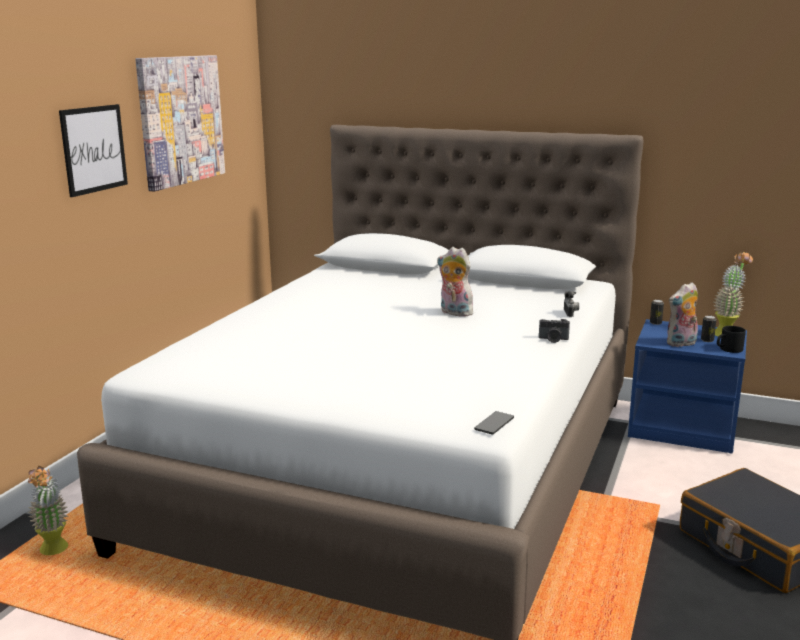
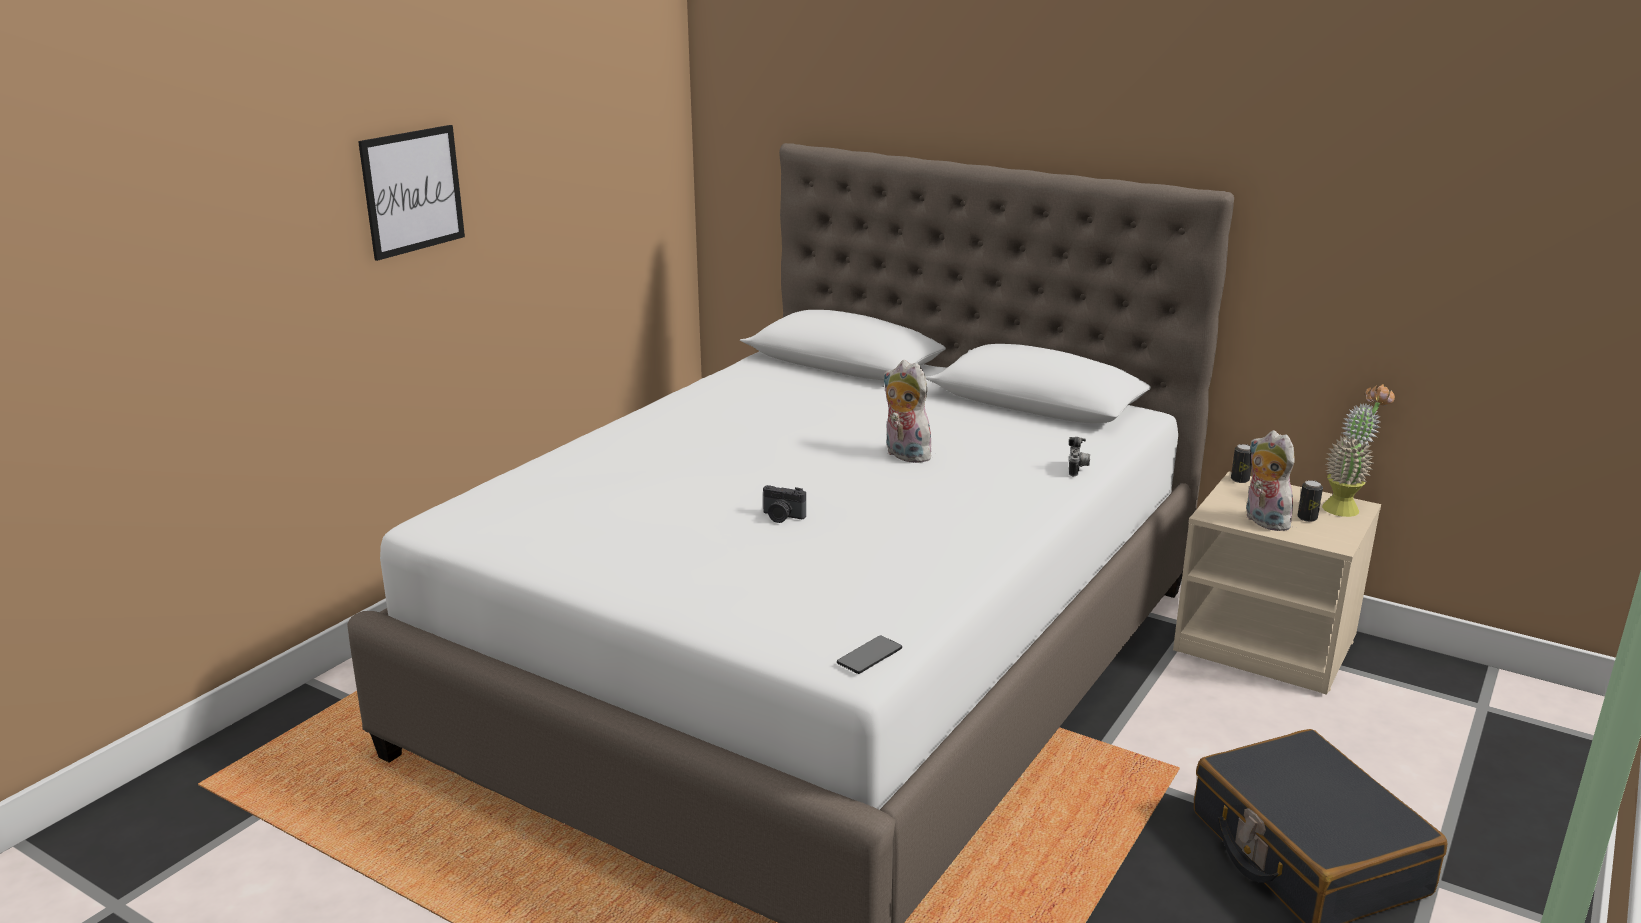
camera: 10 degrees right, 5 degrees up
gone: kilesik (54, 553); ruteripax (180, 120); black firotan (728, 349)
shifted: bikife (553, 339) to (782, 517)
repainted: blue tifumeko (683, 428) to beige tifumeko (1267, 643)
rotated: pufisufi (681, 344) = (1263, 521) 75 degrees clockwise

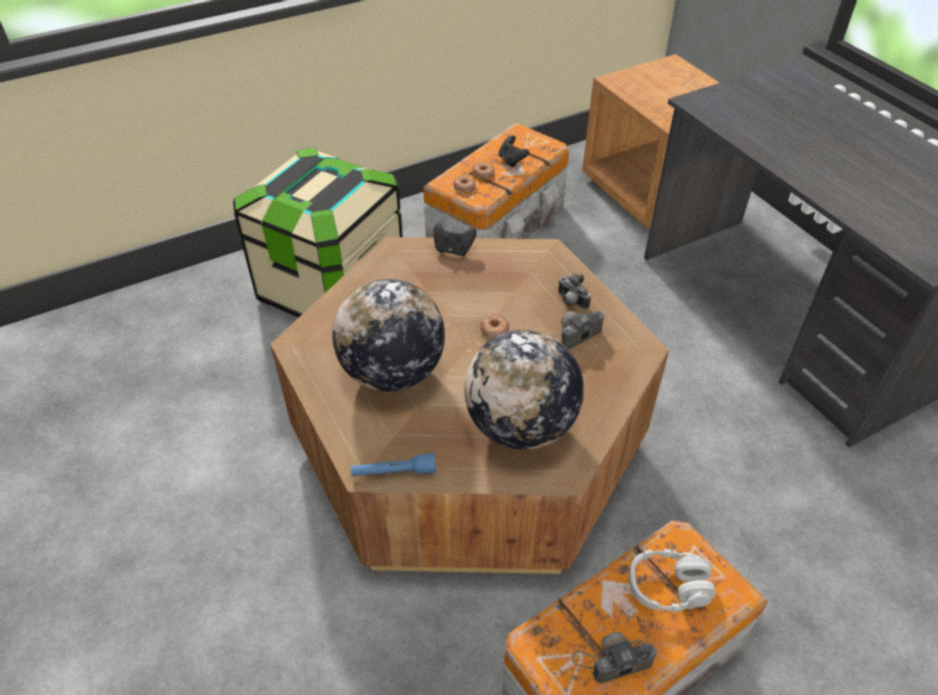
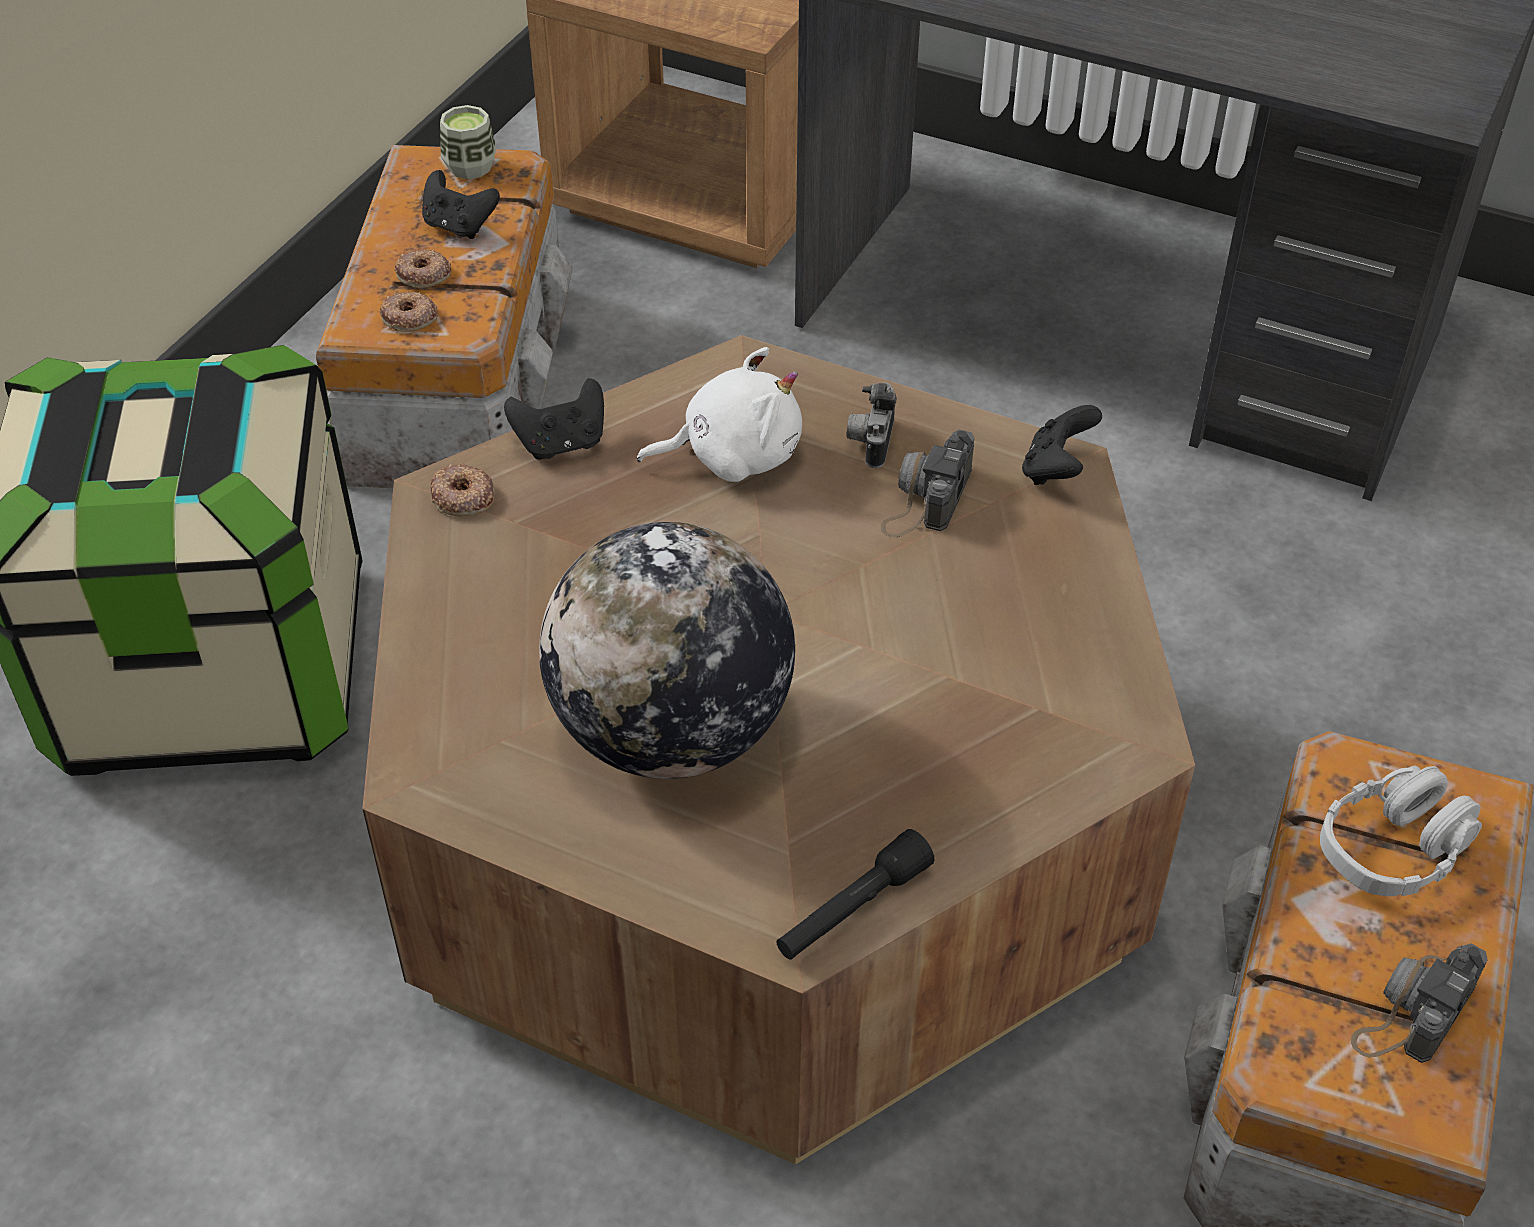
camera: 35 degrees left, 0 degrees up
gone: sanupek (521, 426)
new: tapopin (470, 167); white pufisufi (733, 455); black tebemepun (1056, 470)
shifted: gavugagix (494, 329) to (462, 497)
repainted: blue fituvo (394, 472) to black fituvo (852, 910)
rotated: bikife (570, 302) = (870, 441) 90 degrees clockwise

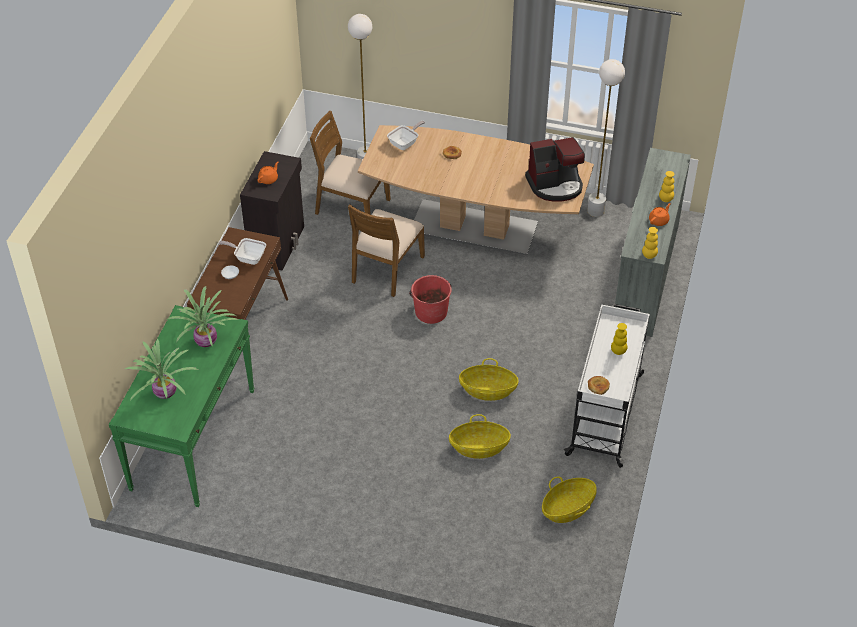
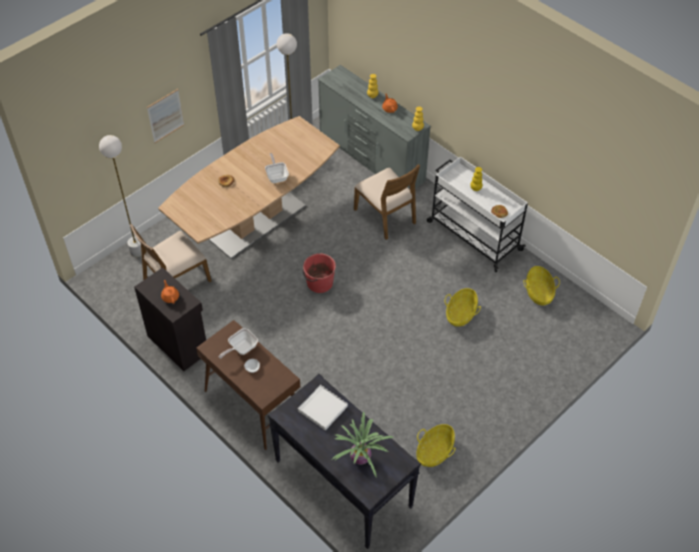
camera: 60 degrees left, 5 degrees up
gone: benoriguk (555, 185)
new: ruteripax (165, 116)
shifted: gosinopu (405, 143) to (277, 176); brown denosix (386, 269) to (386, 216); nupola (488, 390) to (434, 452)
swapped: kilesik (207, 341) to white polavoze (322, 408)
repainted: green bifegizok (193, 438) to black bifegizok (342, 483)

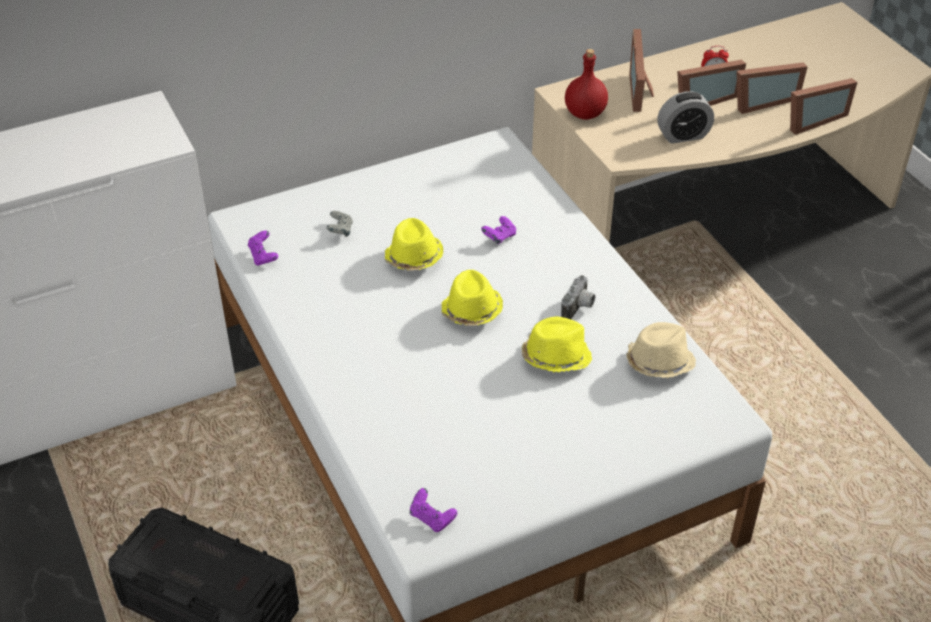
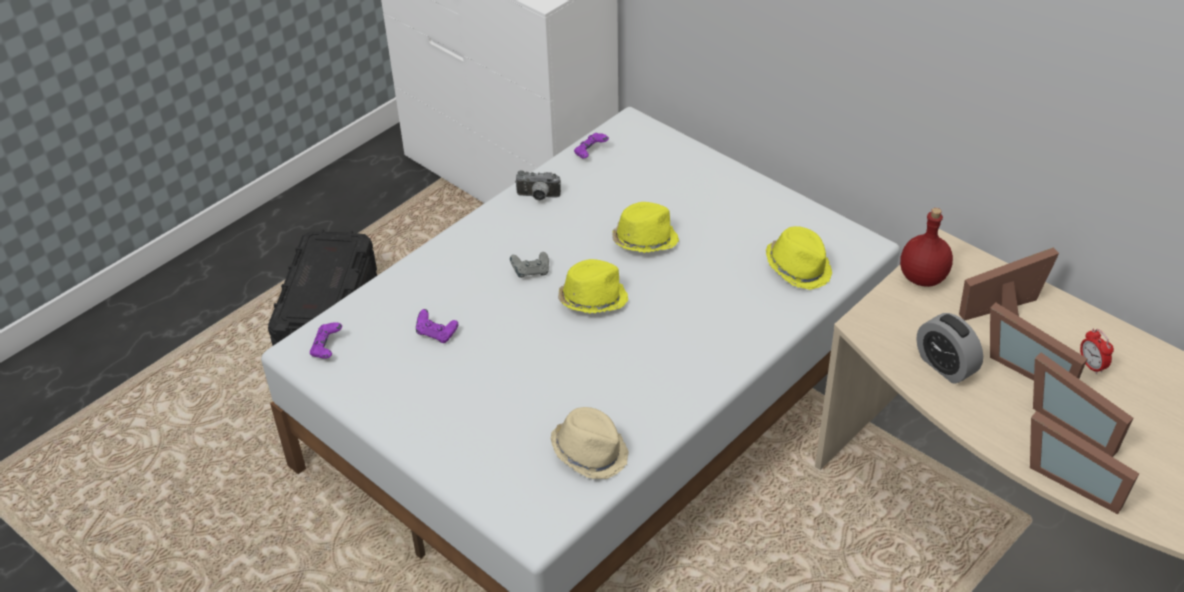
camera: 70 degrees right, 0 degrees up
shifted: purple tebemepun (499, 237) to (436, 334); grey tebemepun (340, 231) to (531, 272); bikife (579, 308) to (538, 197); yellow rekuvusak (555, 357) to (798, 268)

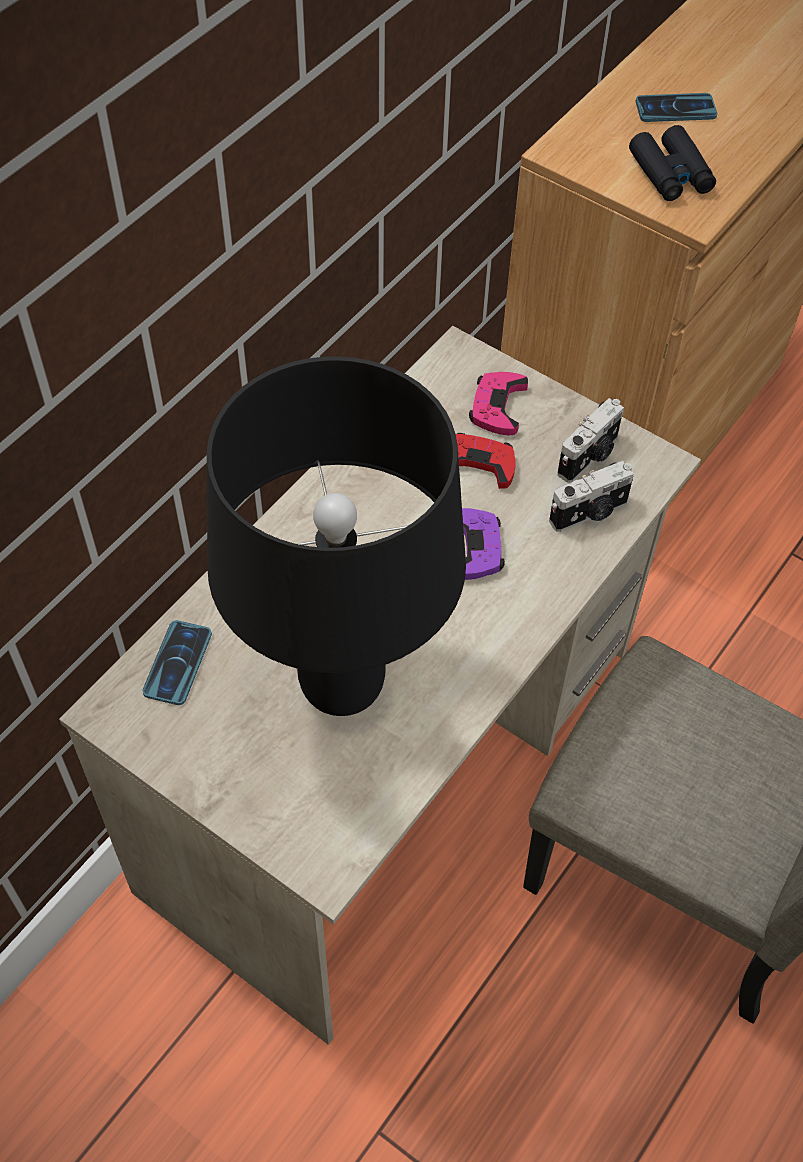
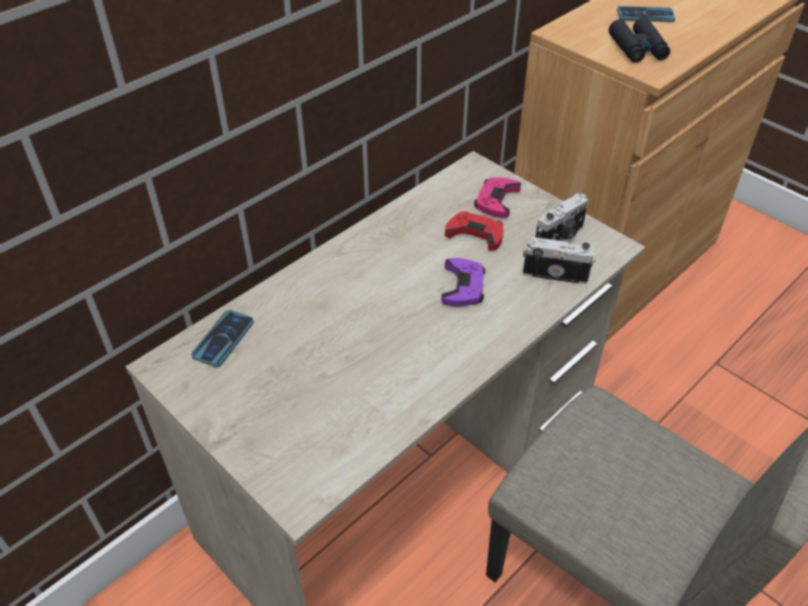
camera: 10 degrees right, 10 degrees down
gone: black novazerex (340, 687)
rotated: bikife (590, 513) = (555, 273) 150 degrees counterclockwise

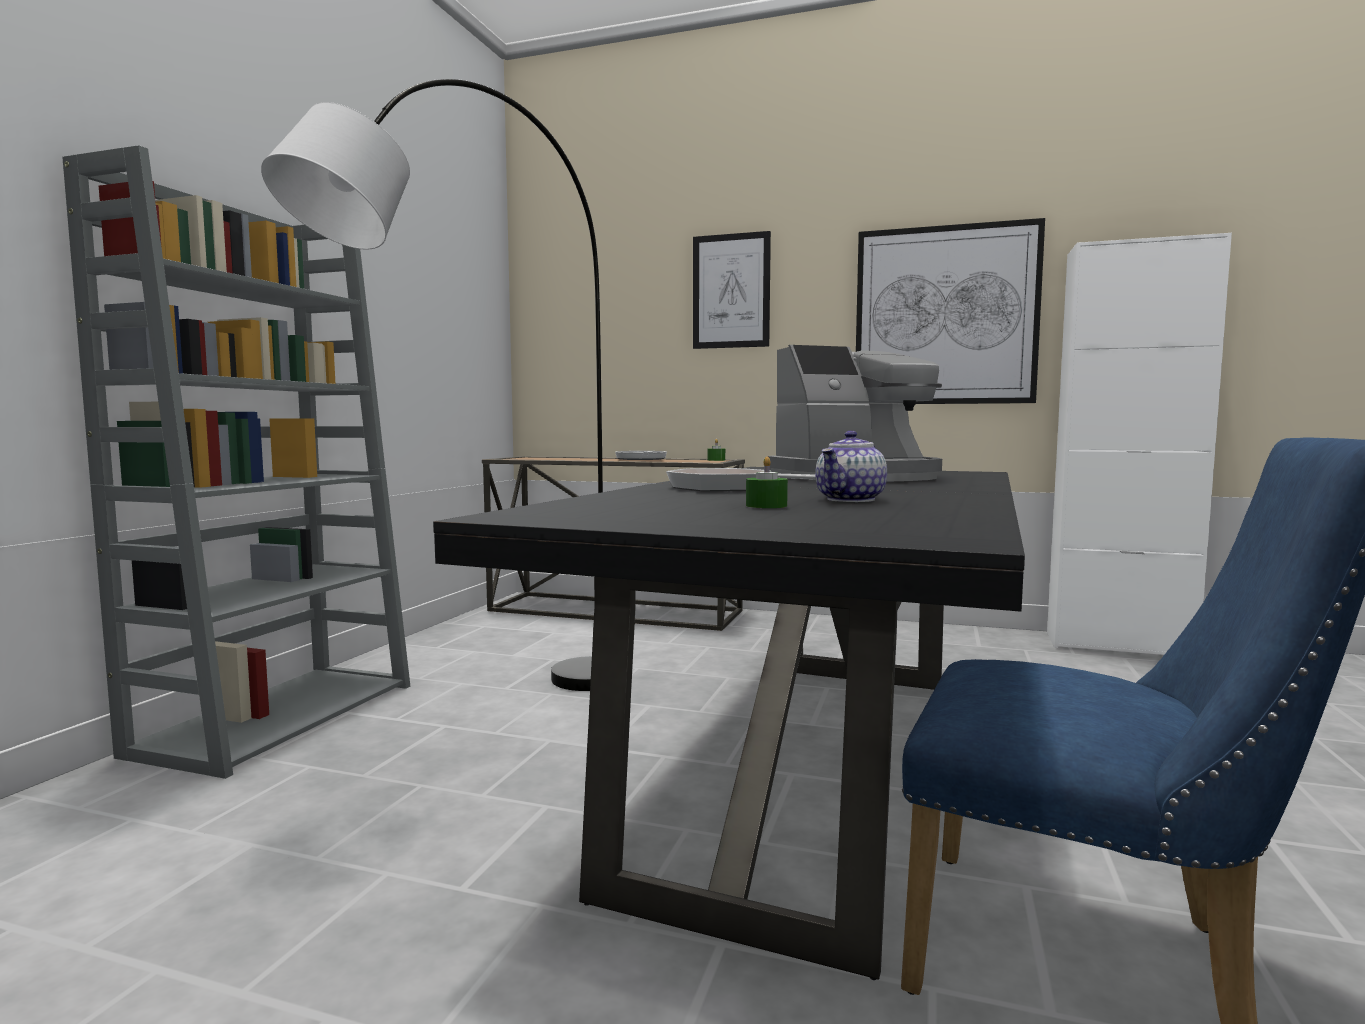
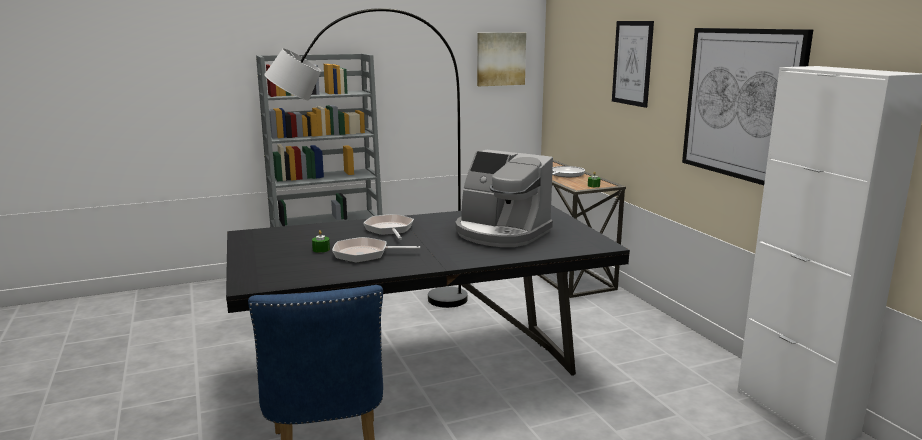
camera: 50 degrees right, 10 degrees up
new: ruteripax (500, 59)
swapped: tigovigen (851, 500) to gosinopu (365, 254)

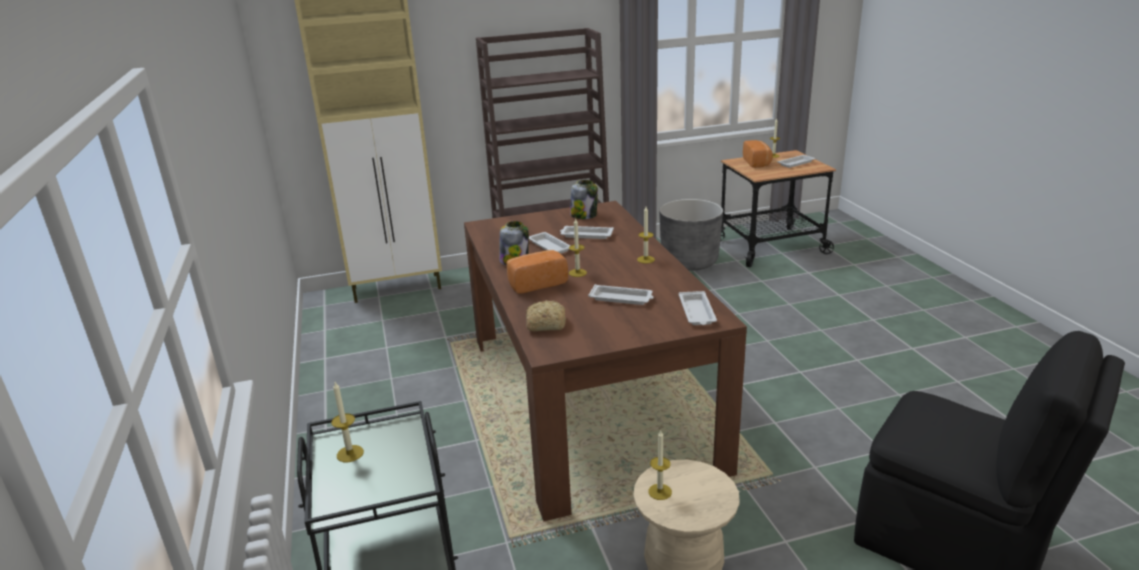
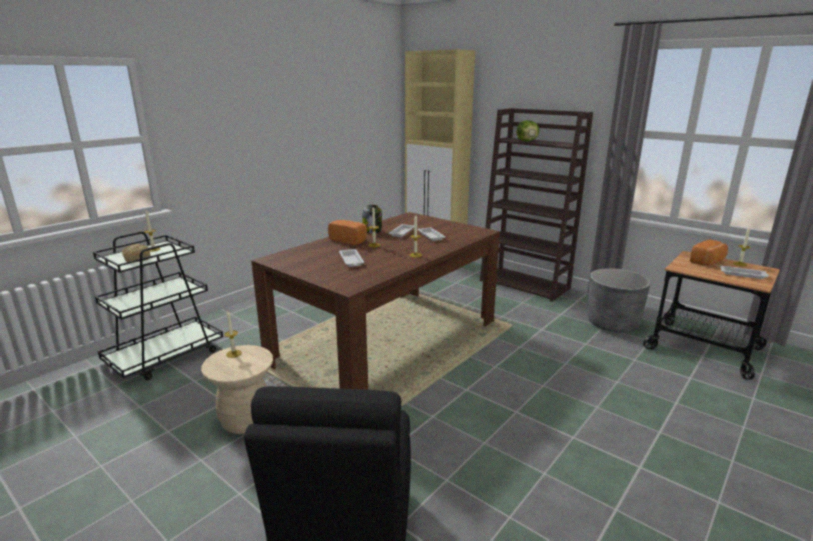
camera: 55 degrees right, 5 degrees down
gone: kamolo (584, 215); white polavoze (697, 312)
new: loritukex (527, 141)
shifted: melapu (544, 324) to (137, 258)

